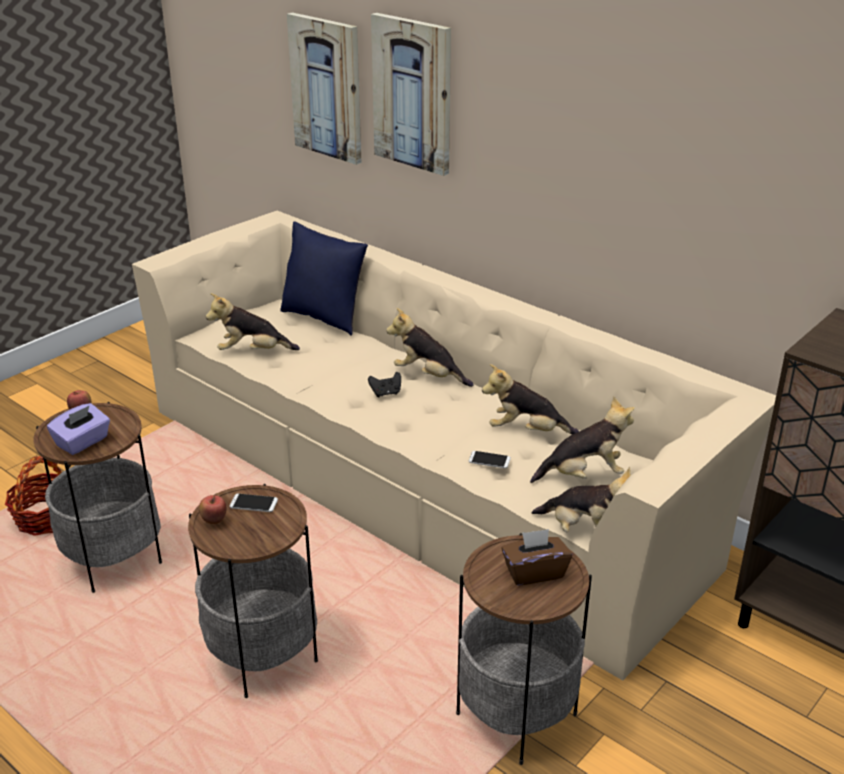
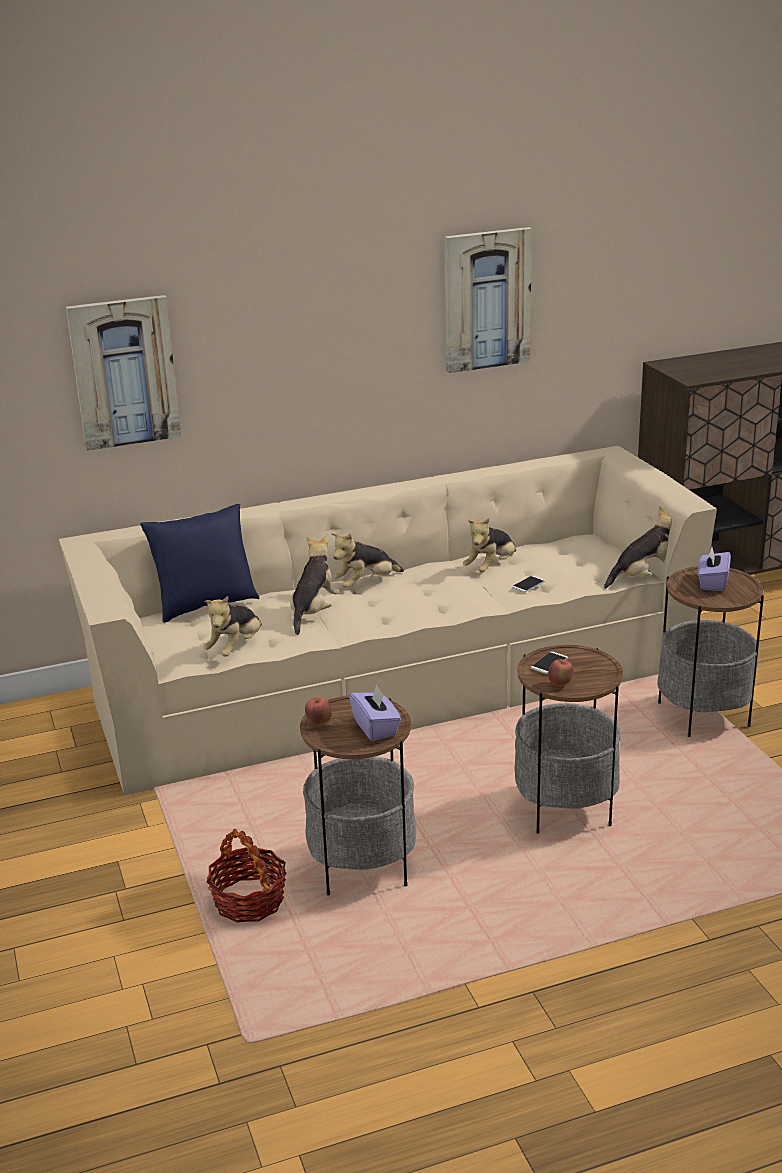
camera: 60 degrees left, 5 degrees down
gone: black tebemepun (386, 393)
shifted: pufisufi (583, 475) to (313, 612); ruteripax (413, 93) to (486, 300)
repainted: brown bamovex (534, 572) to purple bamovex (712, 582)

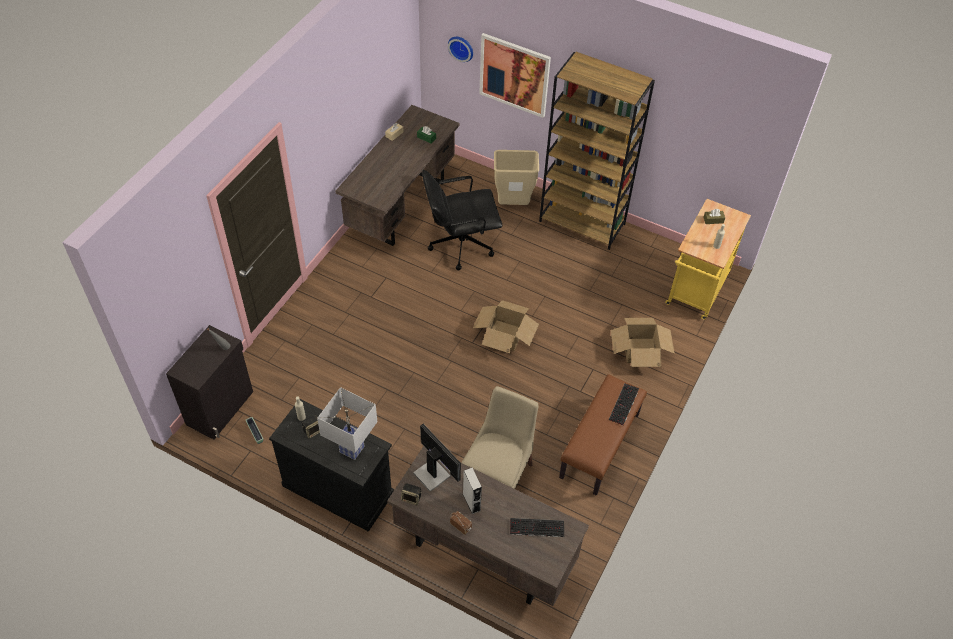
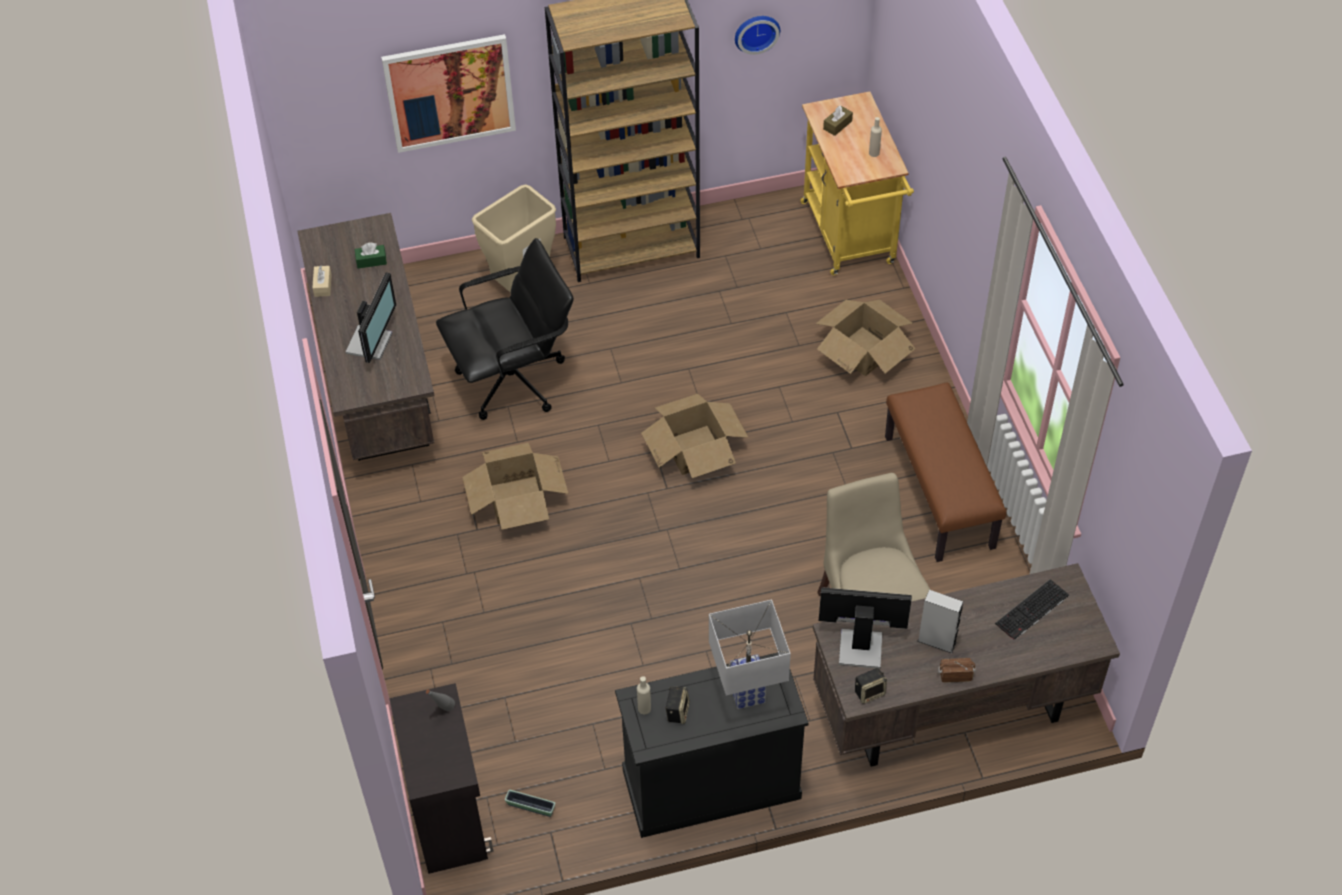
camera: 40 degrees left, 0 degrees up
gone: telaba (624, 405)
new: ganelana (371, 343); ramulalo (516, 499)
shifted: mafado (461, 47) to (756, 32)
rotated: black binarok (460, 244) = (514, 381) 150 degrees counterclockwise

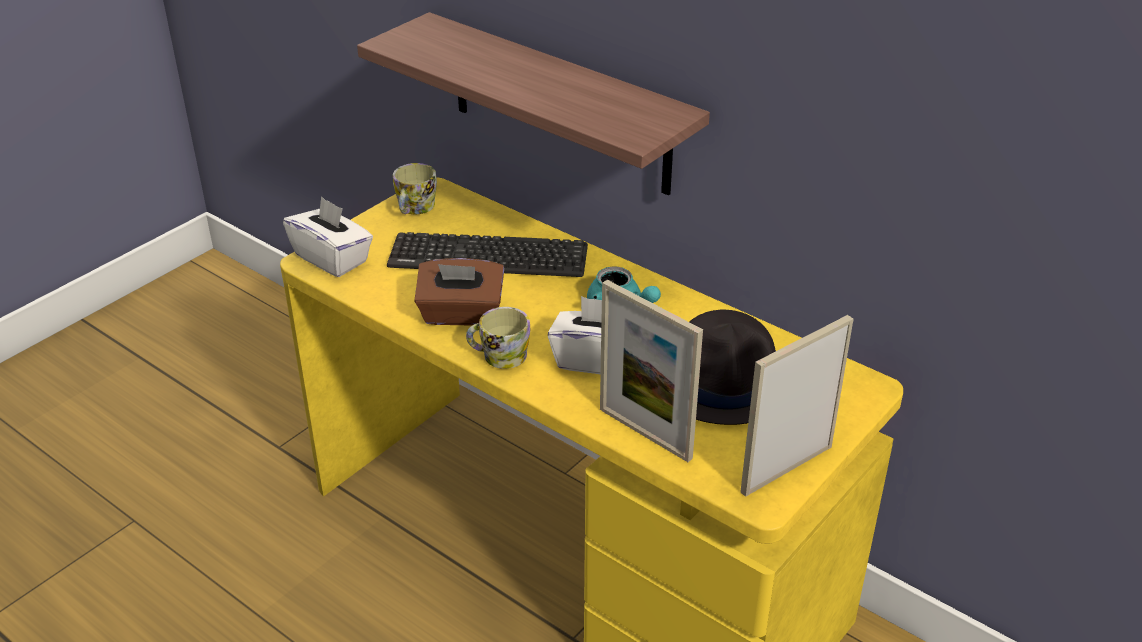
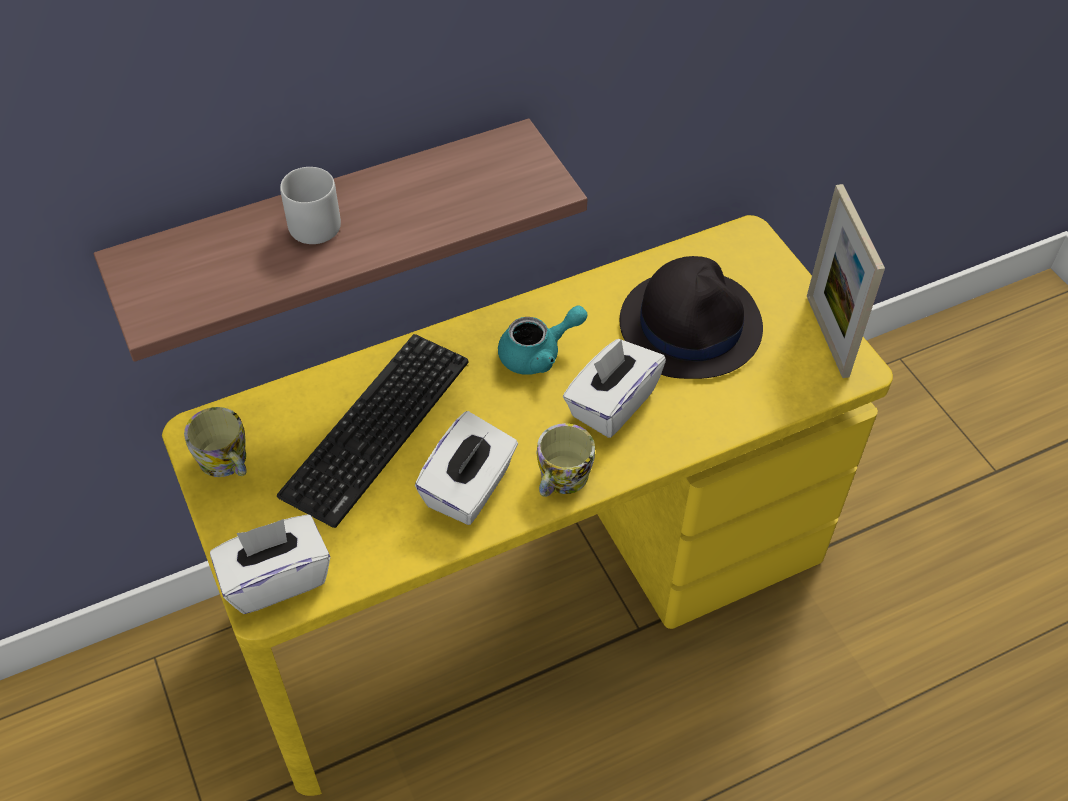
camera: 65 degrees left, 15 degrees up
gone: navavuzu (645, 433)
new: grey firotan (312, 222)
repainted: brown bamovex (461, 314) to white bamovex (469, 488)

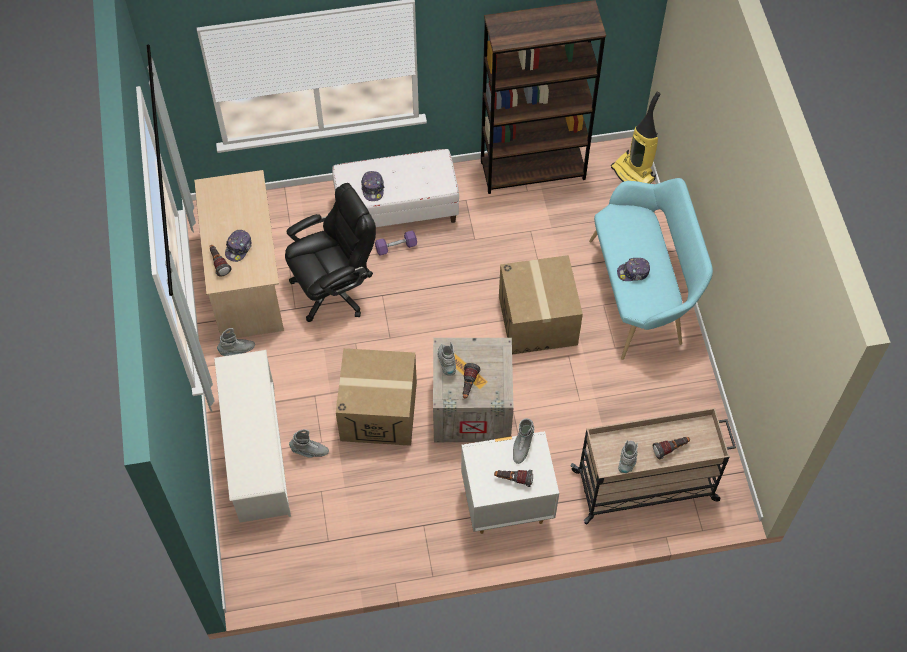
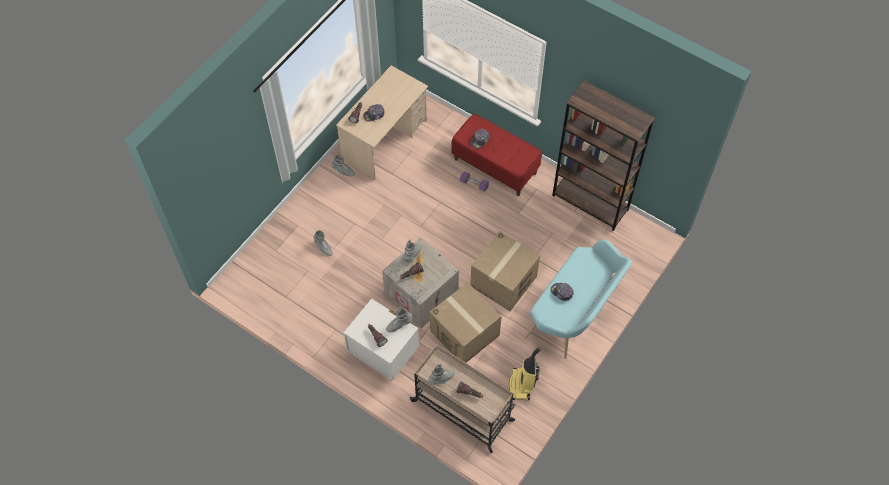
camera: 45 degrees right, 0 degrees up
gone: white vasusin (257, 452); black binarok (334, 288)
shifted: ramulalo (379, 411) to (465, 333); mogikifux (634, 173) to (521, 385)
repainted: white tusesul (397, 210) to red tusesul (495, 166)

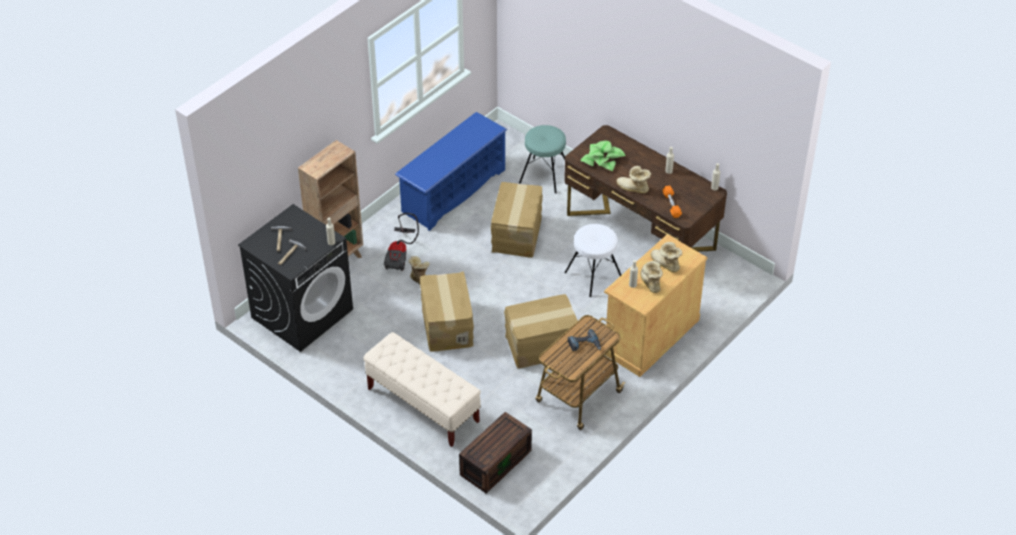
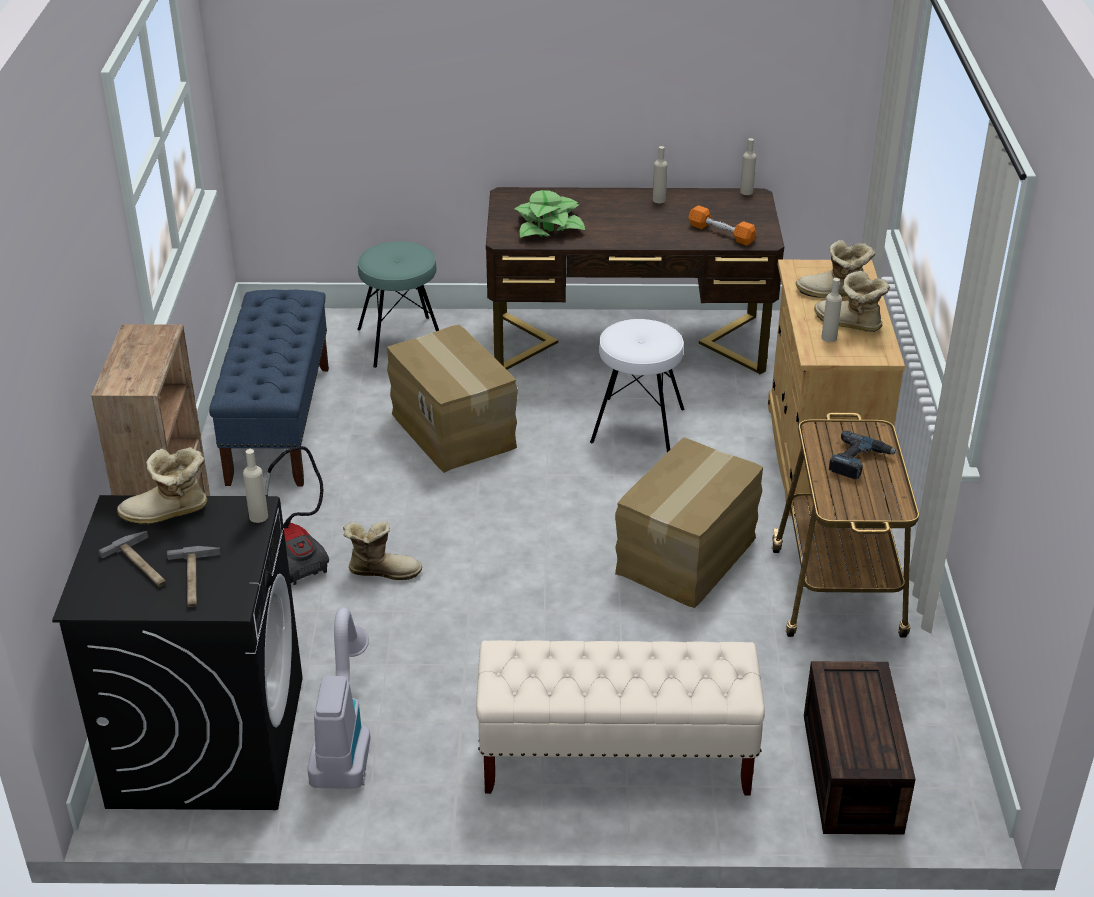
camera: 40 degrees left, 10 degrees down
gone: ramulalo (446, 325)
new: mogikifux (344, 739)
shifted: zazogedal (633, 189) to (167, 513)
swapped: blue vasusin (453, 191) to blue tusesul (279, 423)

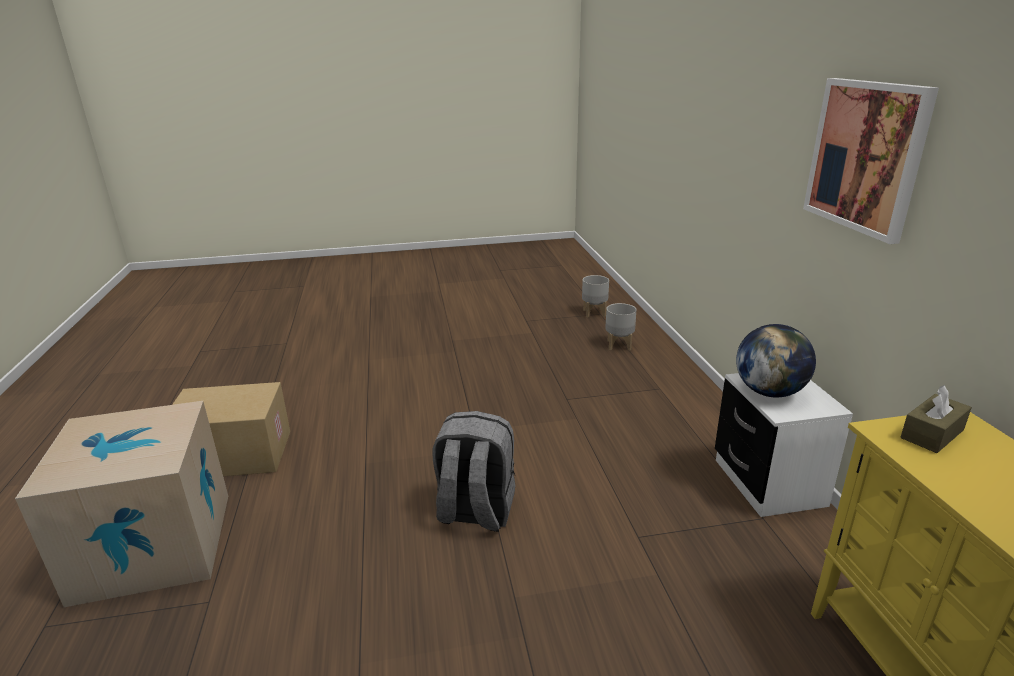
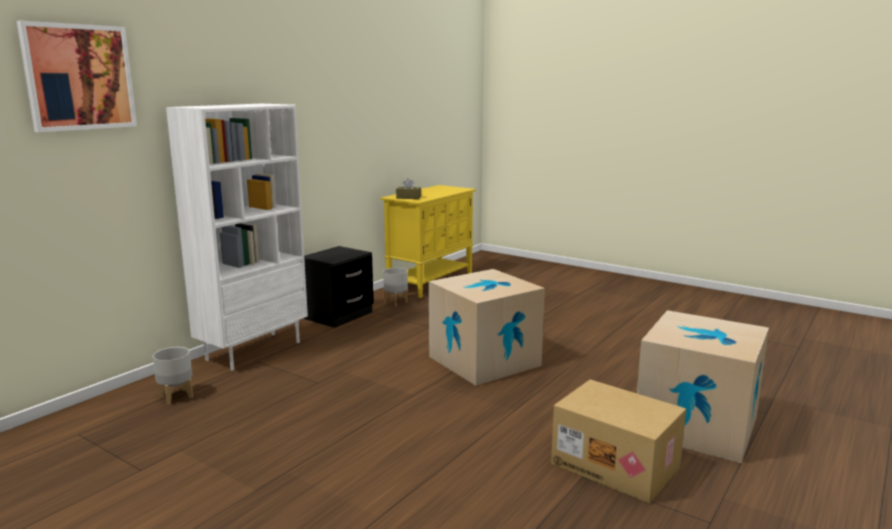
camera: 135 degrees left, 10 degrees down
gone: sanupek (769, 392)
new: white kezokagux (253, 350)
shifted: ruteripax (866, 156) to (79, 77); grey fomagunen (594, 313) to (396, 302)
swapped: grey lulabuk (475, 512) to ramulalo (484, 361)
repainted: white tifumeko (768, 482) to black tifumeko (338, 315)

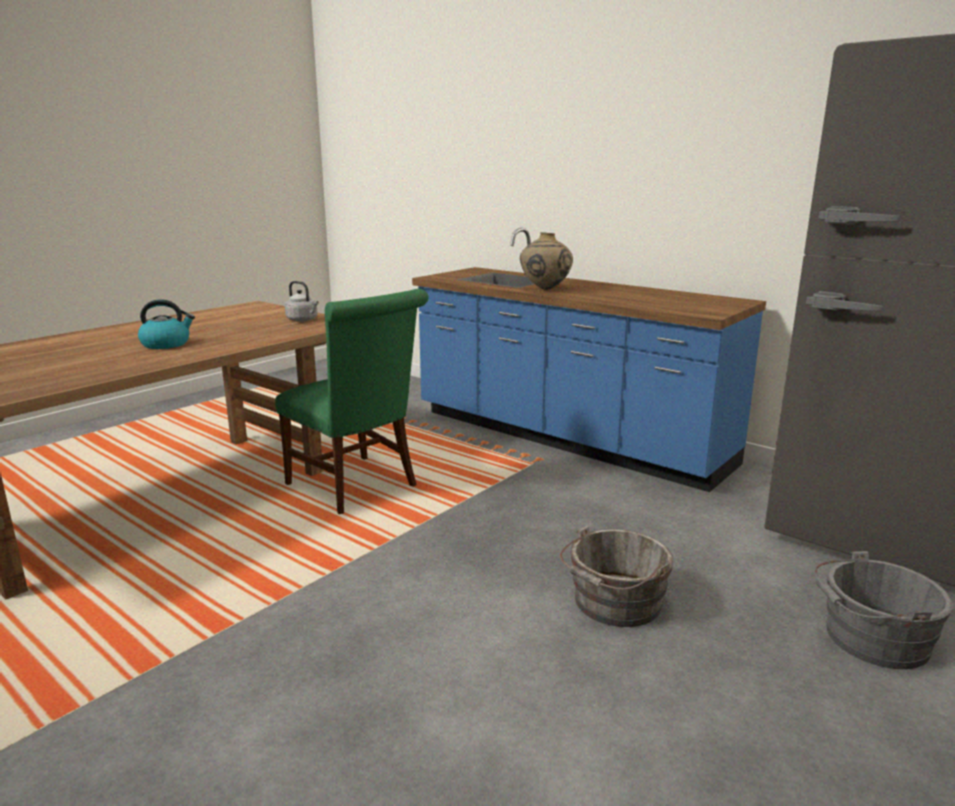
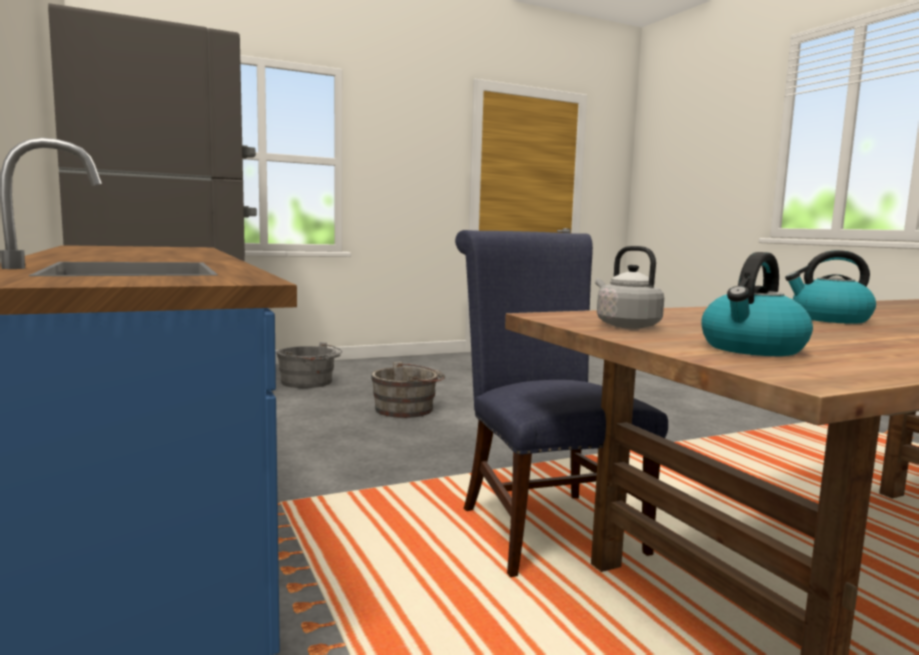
camera: 155 degrees left, 10 degrees down
gone: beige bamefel (545, 289)
new: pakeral (752, 349)
repainted: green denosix (357, 487) to blue denosix (544, 525)

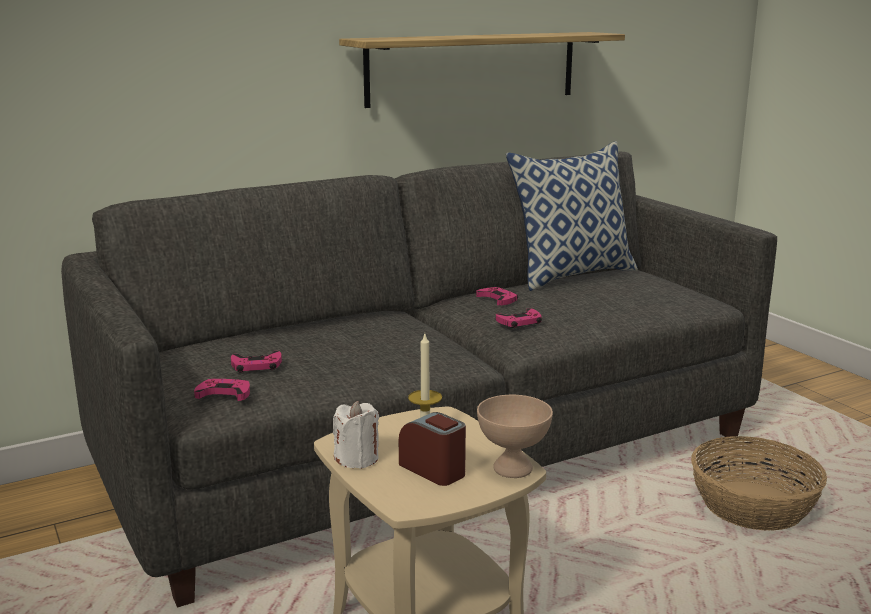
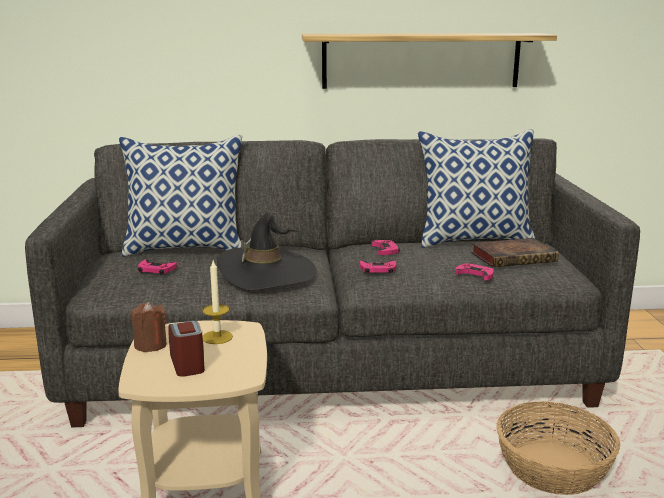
camera: 25 degrees right, 0 degrees up
gone: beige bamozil (514, 469)
new: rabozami (186, 248); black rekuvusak (267, 273); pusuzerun (514, 257)
shifted: pink tebemepun (224, 394) to (475, 274)
repainted: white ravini (357, 459) to brown ravini (150, 345)

